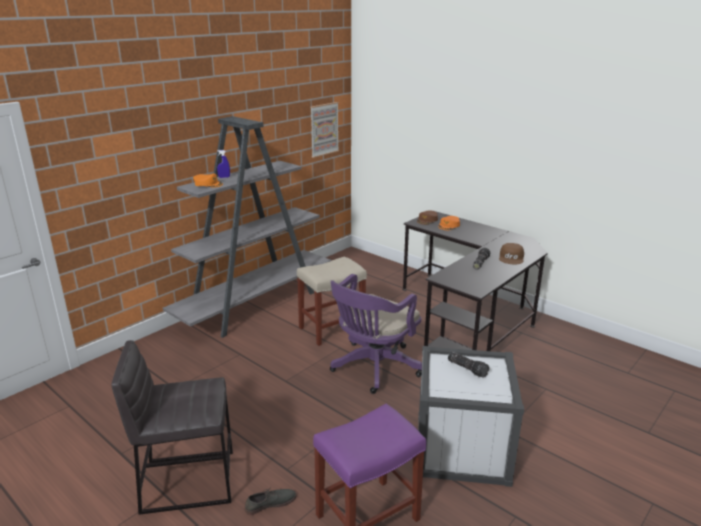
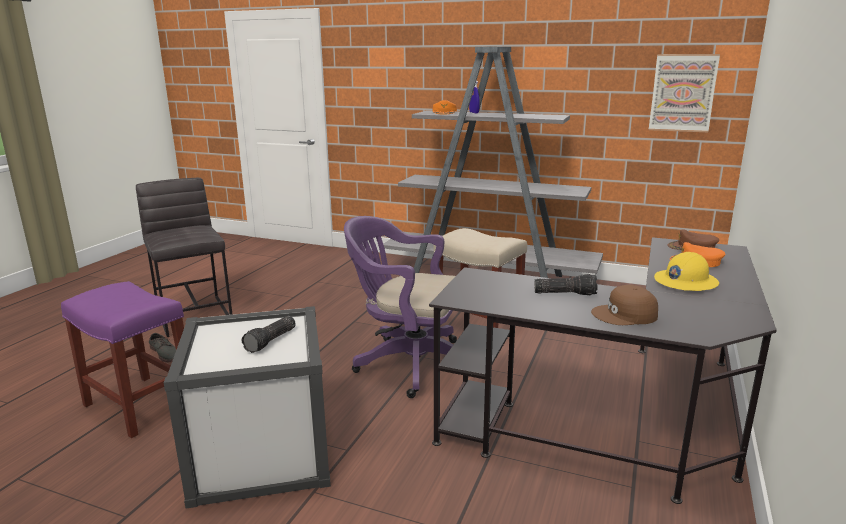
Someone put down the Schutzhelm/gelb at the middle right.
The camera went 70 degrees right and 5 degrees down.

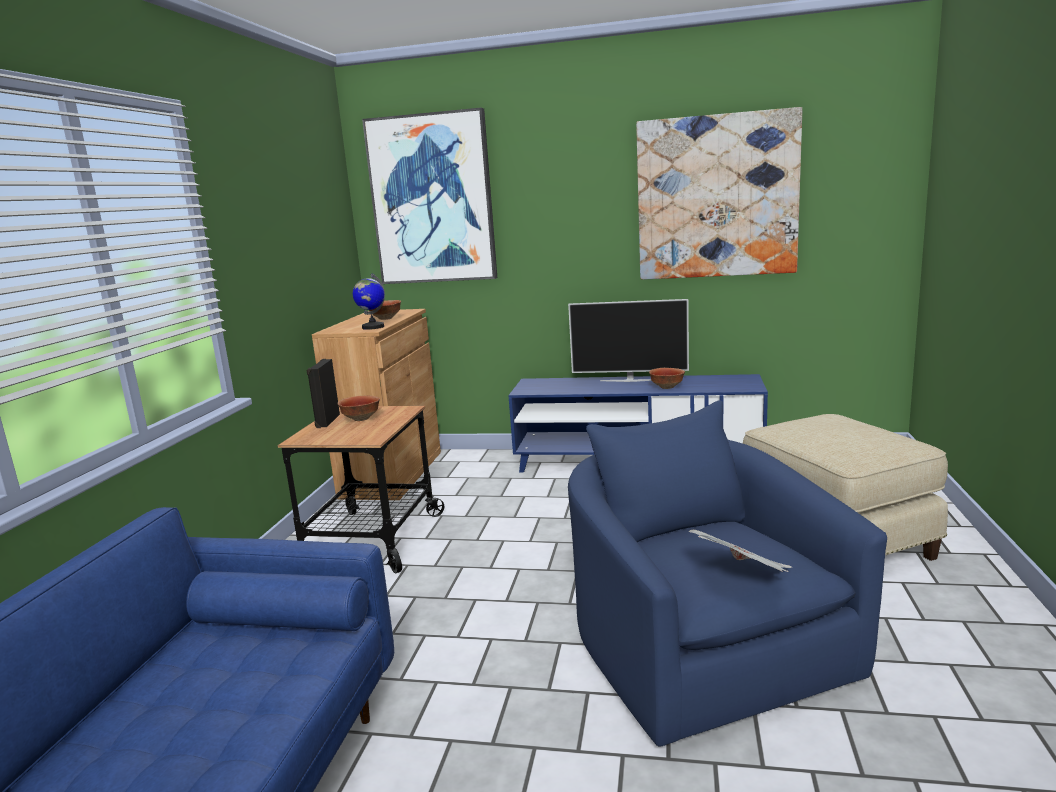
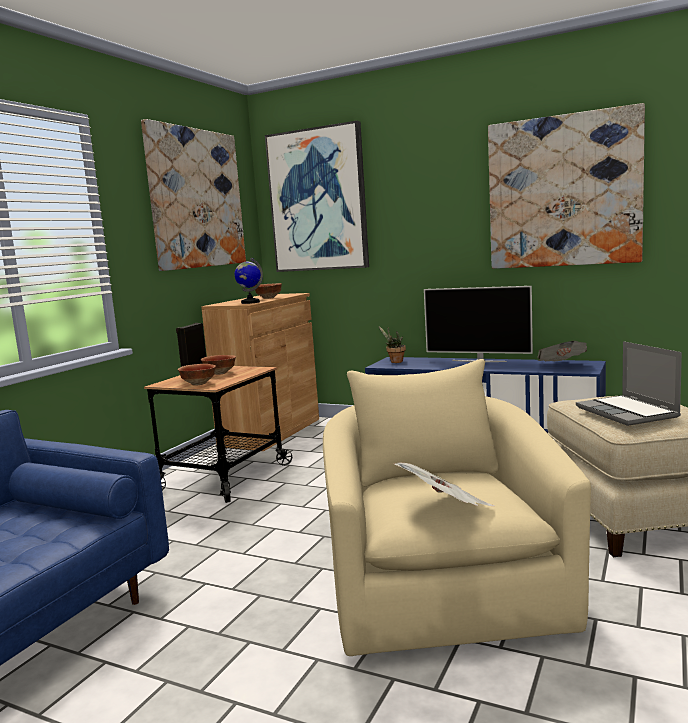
Someone put up the Bild (1st from left) at the top left.
Someone put down the Topfpflanze at the centre.
Someone put down the Zeitung (2nd from left) at the middle right.
Someone put down the Laptop at the middle right.
Someone carried the Schüssel (3rd from left in the first image) from the centre to the middle left.
Someone repainted the Sessel/blau at the bottom right, which became the Sessel/beige at the bottom centre.
The camera went 15 degrees right and 5 degrees down.

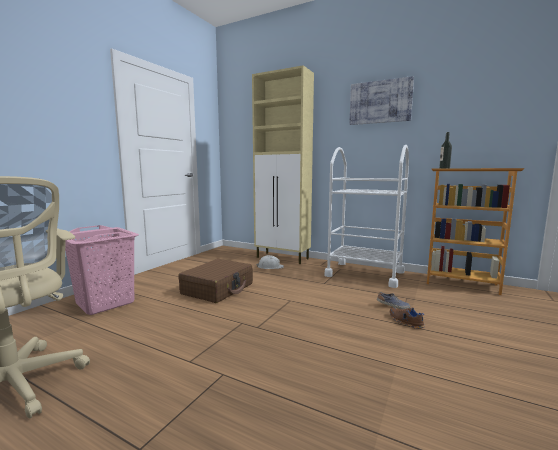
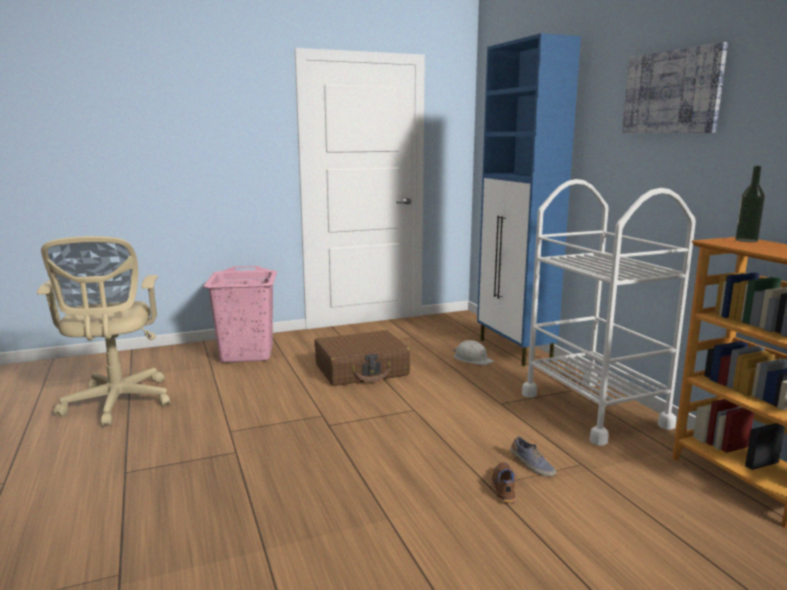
Someone repainted the Schrank/beige at the centre, which became the Schrank/blau at the middle right.
The camera went 40 degrees right and 5 degrees up.

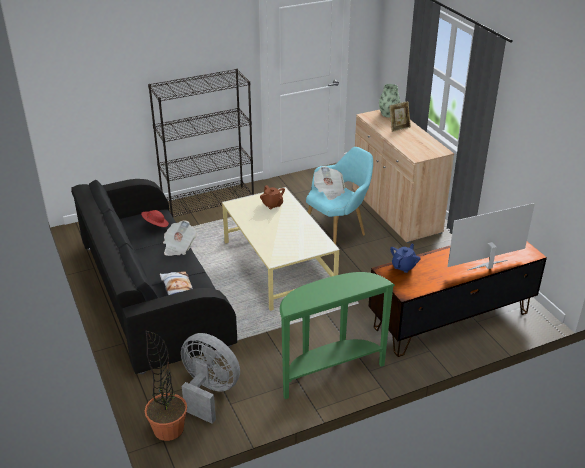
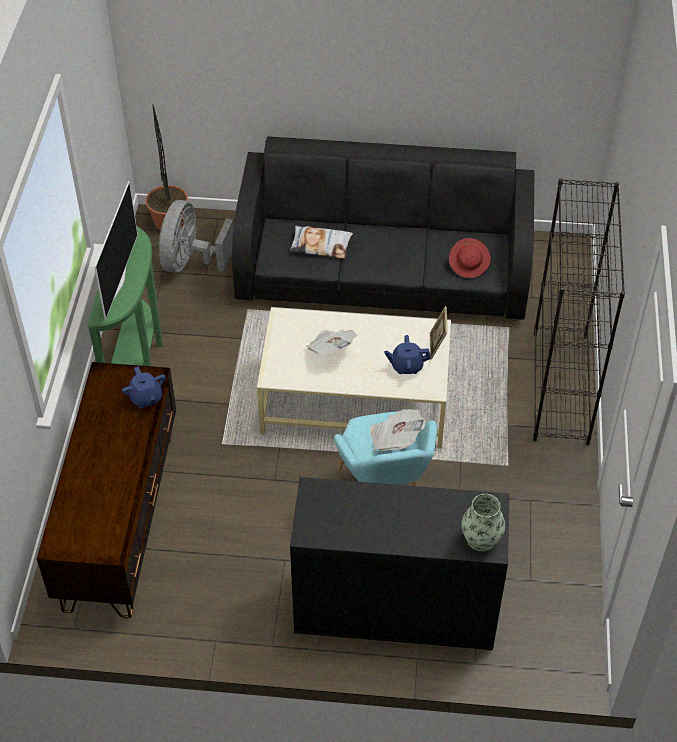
Someone carried the Zeitung (1st from left) from the middle left to the centre.
Someone carried the Bilderrahmen from the top right to the centre.
Someone carried the Fernseher from the middle right to the middle left.
Someone repainted the Teekanne/braun at the centre, which became the Teekanne/blau (2nd from left) at the centre.
Someone repainted the Schrank/beige at the middle right, which became the Schrank/schwarz at the bottom centre.
Someone rotated the Ventilator/grau at the bottom centre by 135 degrees clockwise.
The camera went 120 degrees right and 15 degrees up.

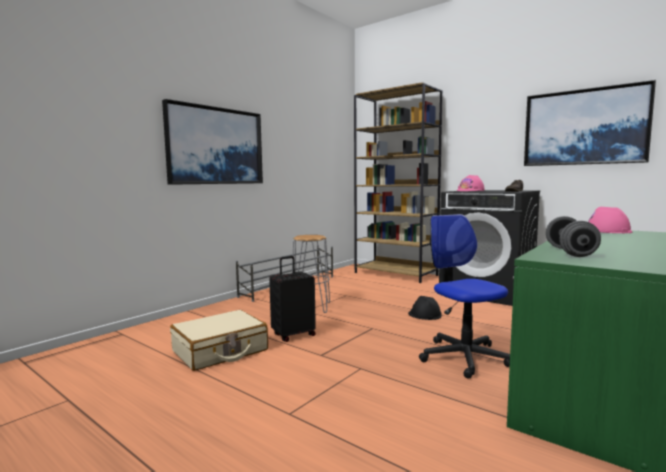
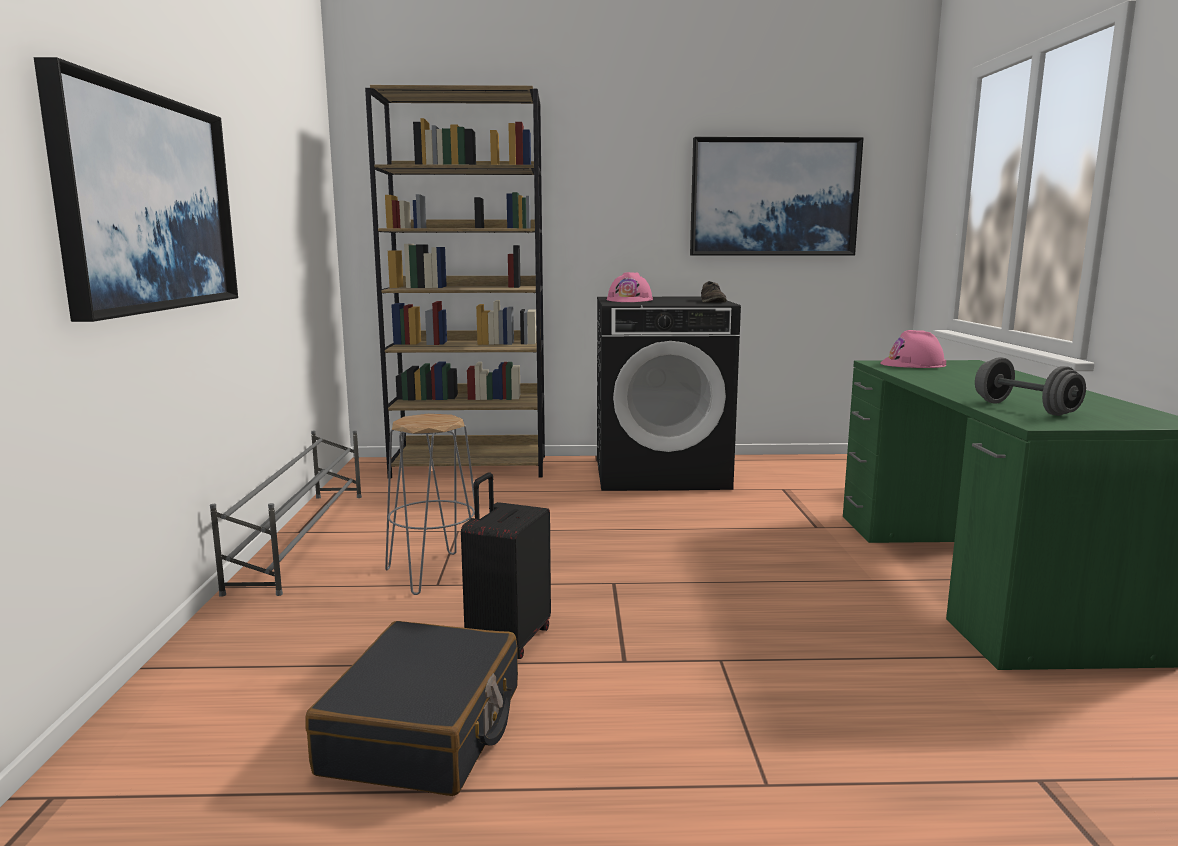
Someone took away the Schutzhelm/schwarz at the centre.
Someone took away the Bürostuhl at the middle right.
Someone repainted the Koffer/beige at the bottom left, which became the Koffer/schwarz (1st from left) at the bottom centre.
The camera went 40 degrees left and 5 degrees up.

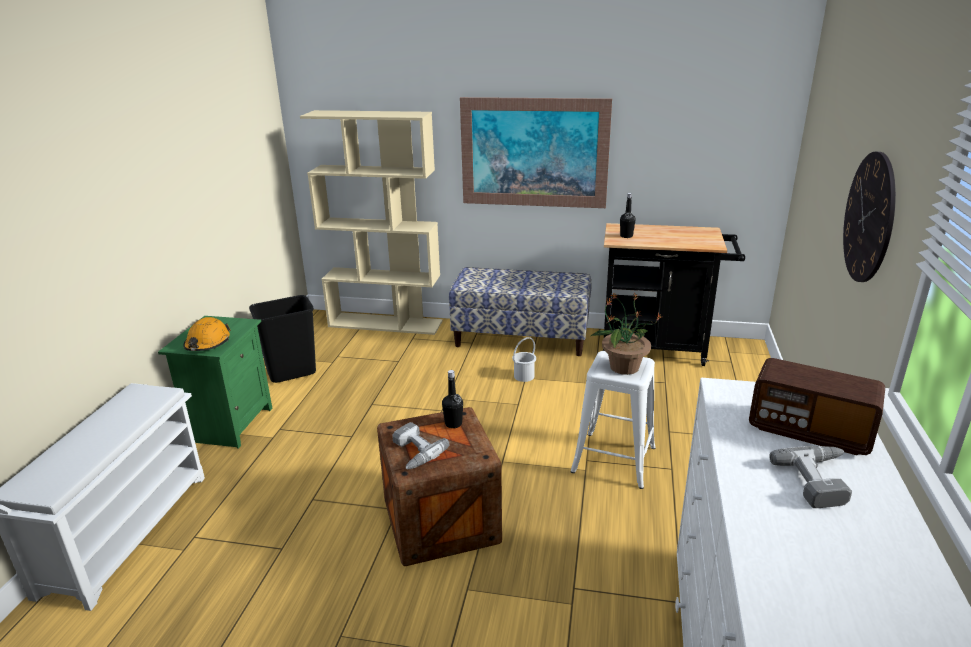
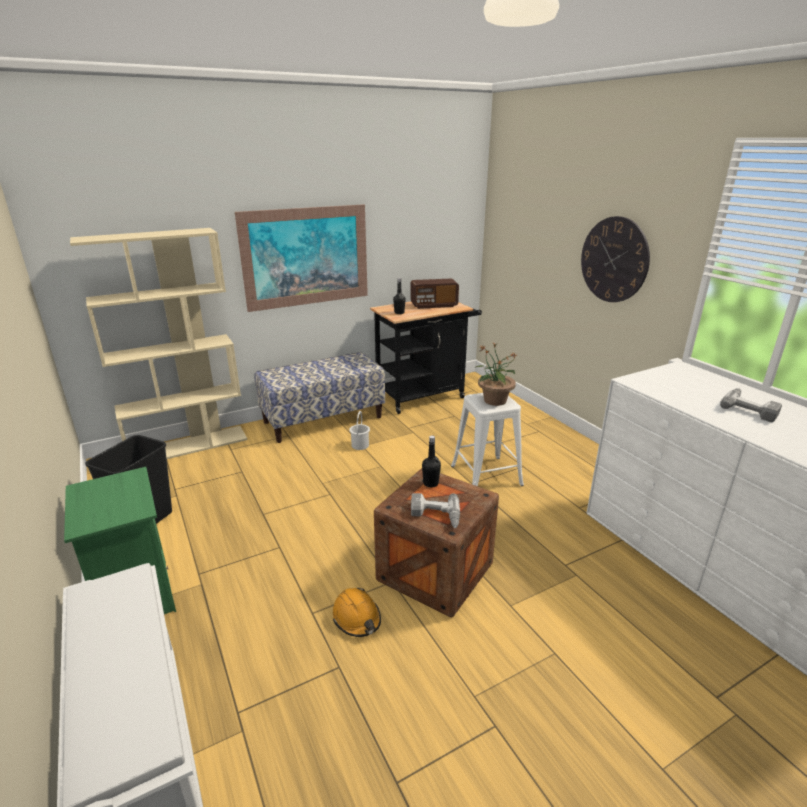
Someone carried the Schutzhelm/orange from the middle left to the bottom centre.
Someone carried the Radio from the middle right to the centre.
The camera went 40 degrees left and 0 degrees up.

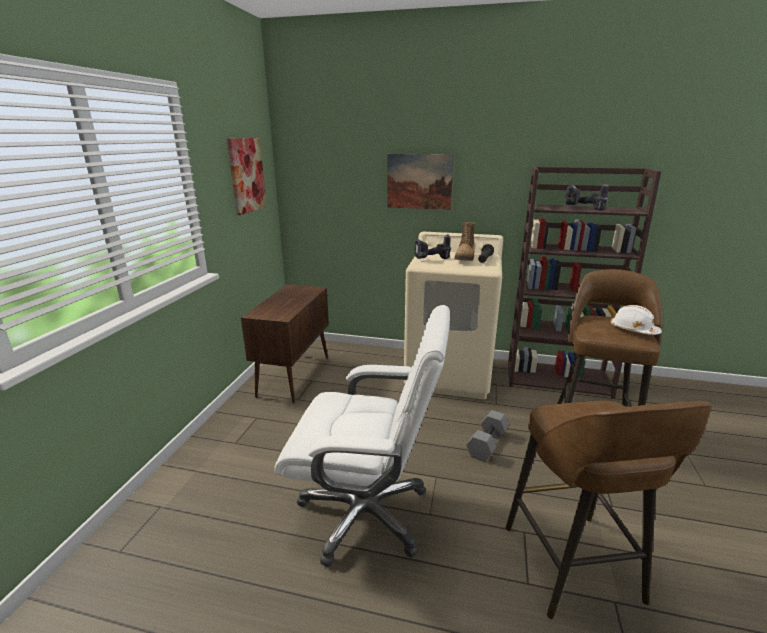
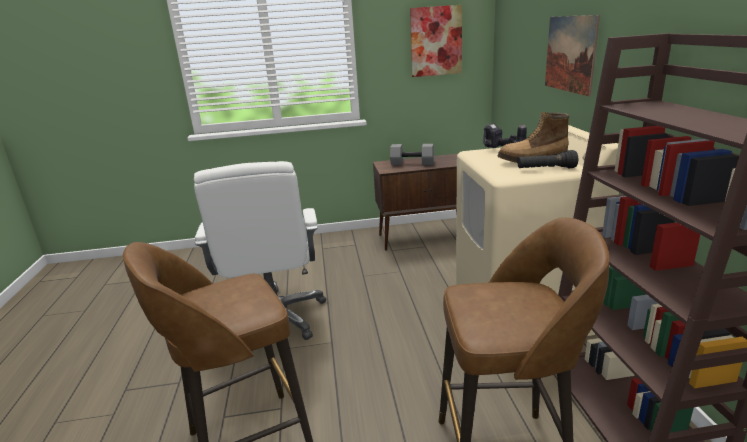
Someone took away the Bohrmaschine (2nd from left) at the top right.
Someone took away the Schutzhelm/weiß at the middle right.
Someone carried the Hantel/grau from the bottom centre to the centre.
The camera went 70 degrees right and 0 degrees up.

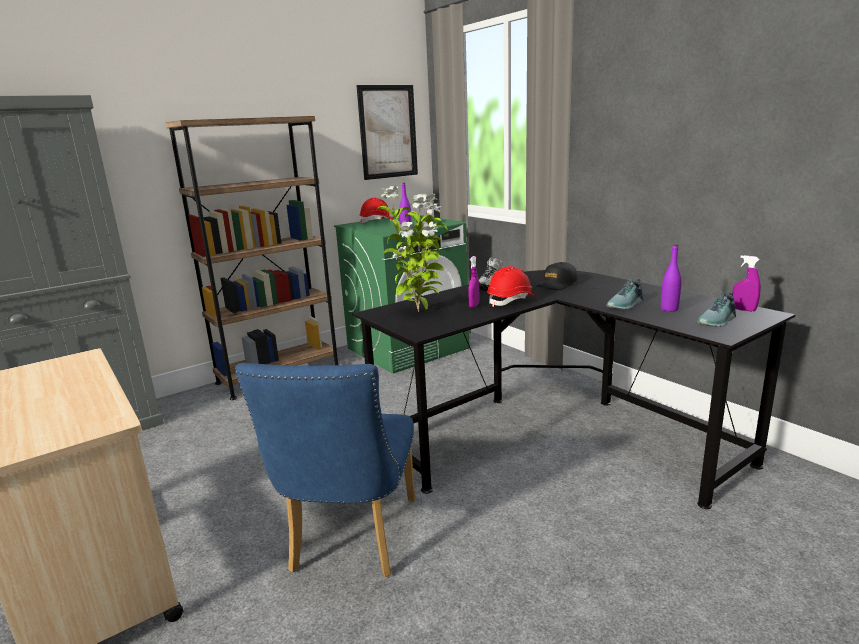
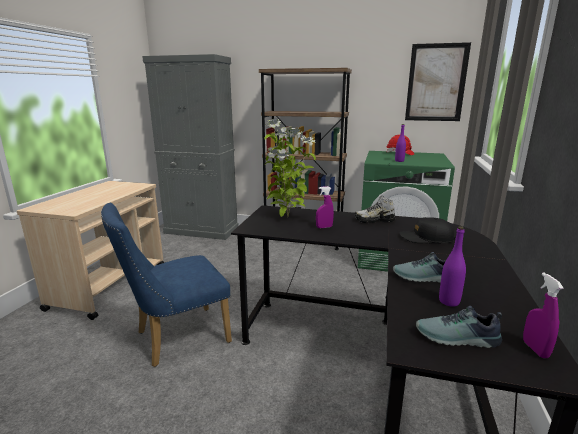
Someone took away the Schutzhelm/rot (2nd from left) at the centre.
The camera went 50 degrees right and 0 degrees up.

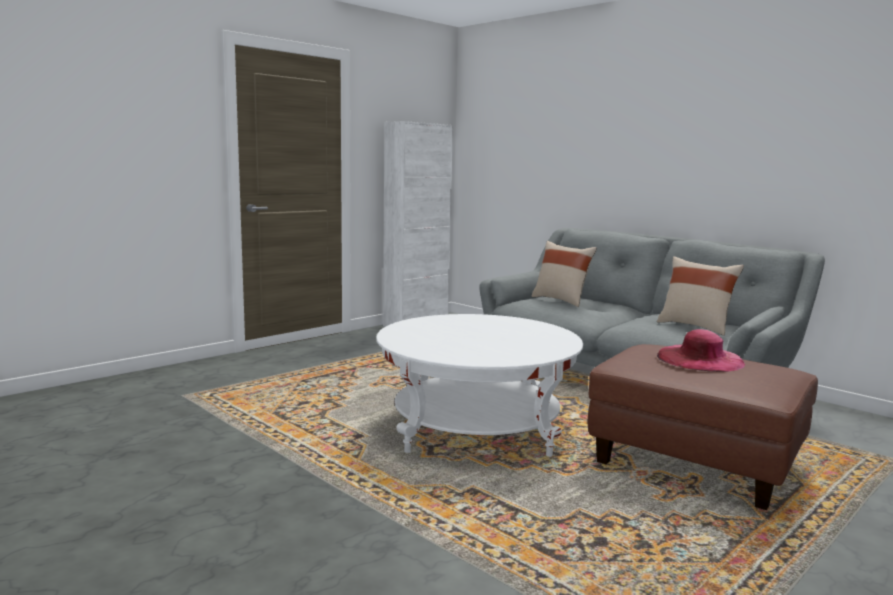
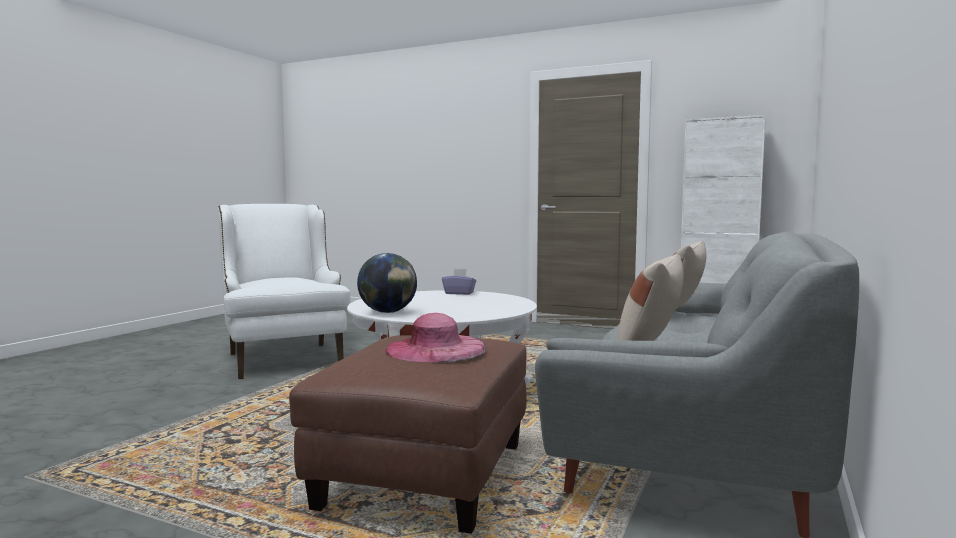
Someone put down the Sessel/weiß at the middle left.
Someone put down the Globus at the centre.
Someone put down the Taschentuchbox/lila at the centre.
The camera went 70 degrees right and 5 degrees down.

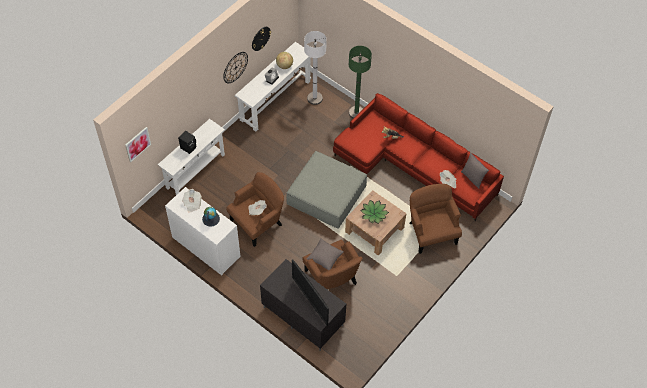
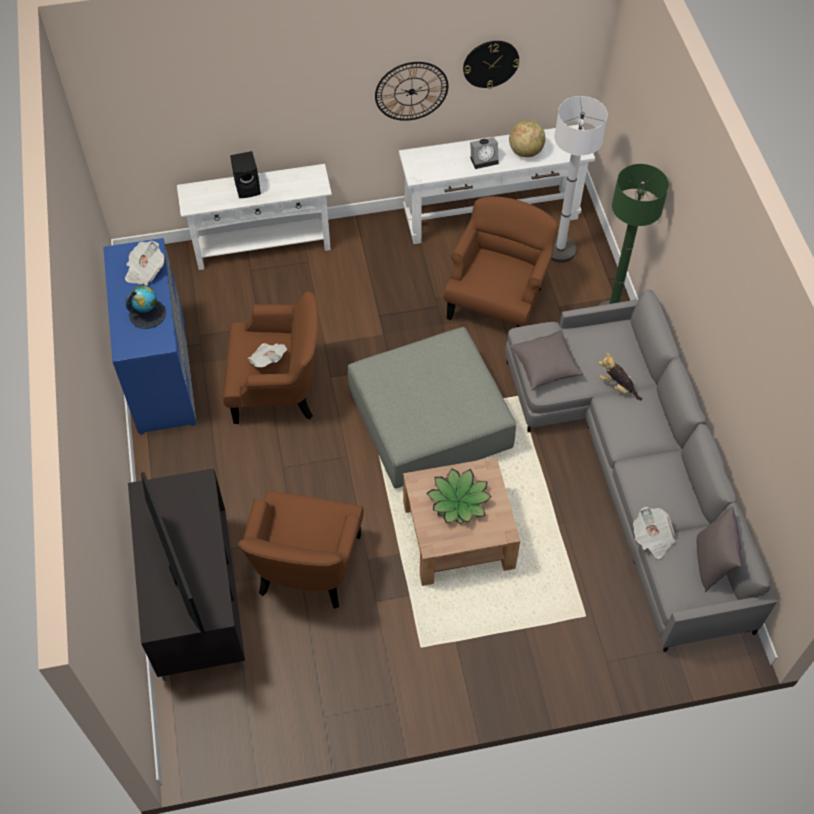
Someone took away the Bild at the middle left.
Someone carried the Kissen/grau (1st from left) from the centre to the middle right.
Someone carried the Sessel/braun (3rd from left) from the middle right to the top centre.
Someone repainted the Kommode/weiß at the middle left, which became the Kommode/blau at the middle left.
Someone repainted the Sofa/rot at the centre, which became the Sofa/grau at the middle right.
Someone rotated the Fernseher at the bottom centre by 150 degrees clockwise.
The camera went 40 degrees right and 0 degrees up.

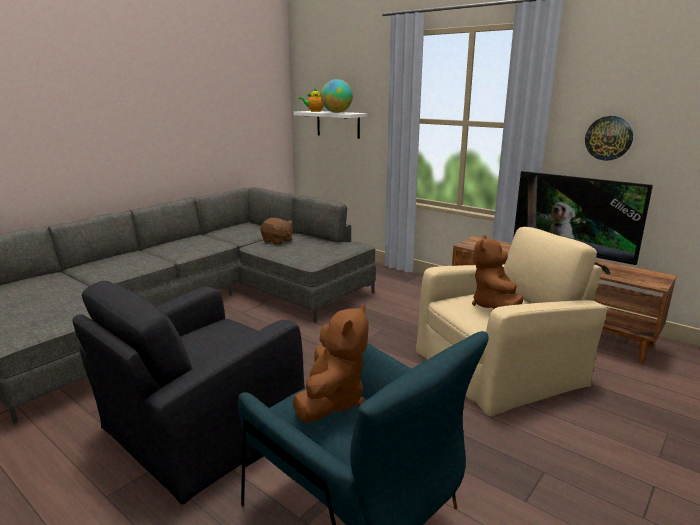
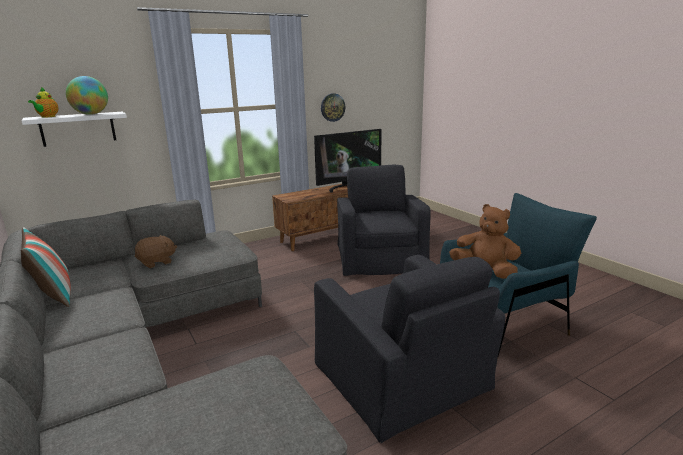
Someone took away the Plüschtier/braun (3rd from left) at the middle right.
Someone put down the Kissen at the middle left.
Someone repainted the Sessel/beige at the middle right, which became the Sessel/schwarz (1st from left) at the centre.
The camera went 70 degrees left and 0 degrees up.

